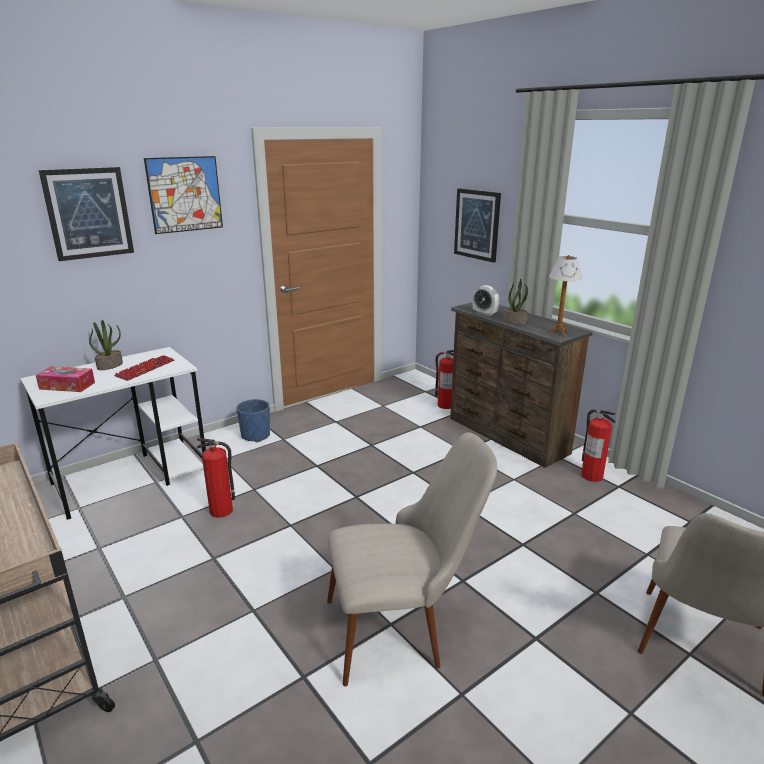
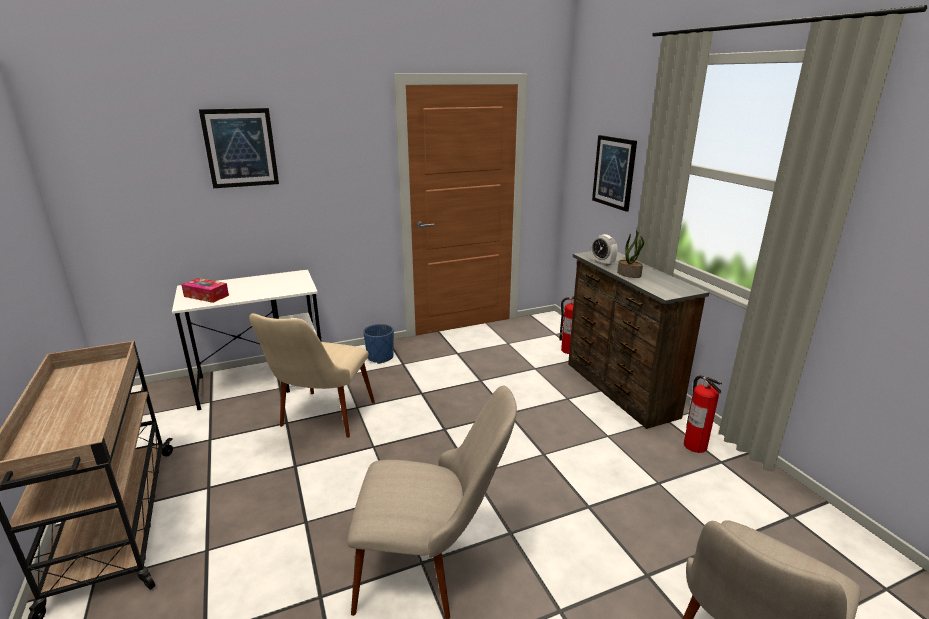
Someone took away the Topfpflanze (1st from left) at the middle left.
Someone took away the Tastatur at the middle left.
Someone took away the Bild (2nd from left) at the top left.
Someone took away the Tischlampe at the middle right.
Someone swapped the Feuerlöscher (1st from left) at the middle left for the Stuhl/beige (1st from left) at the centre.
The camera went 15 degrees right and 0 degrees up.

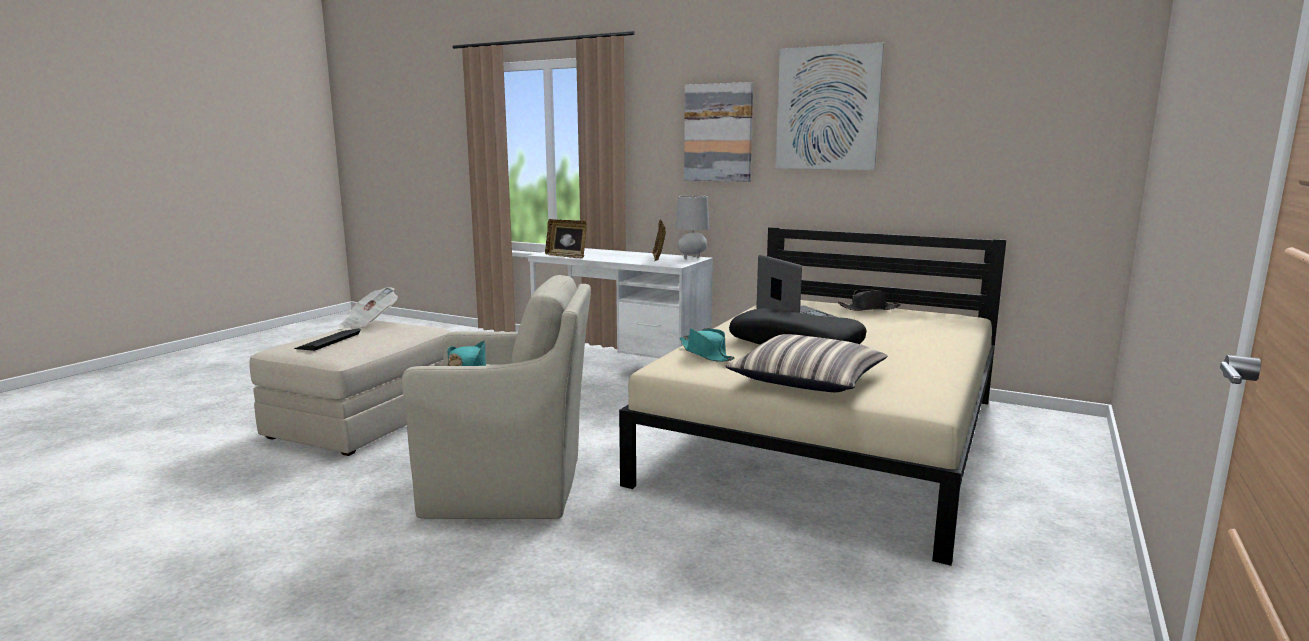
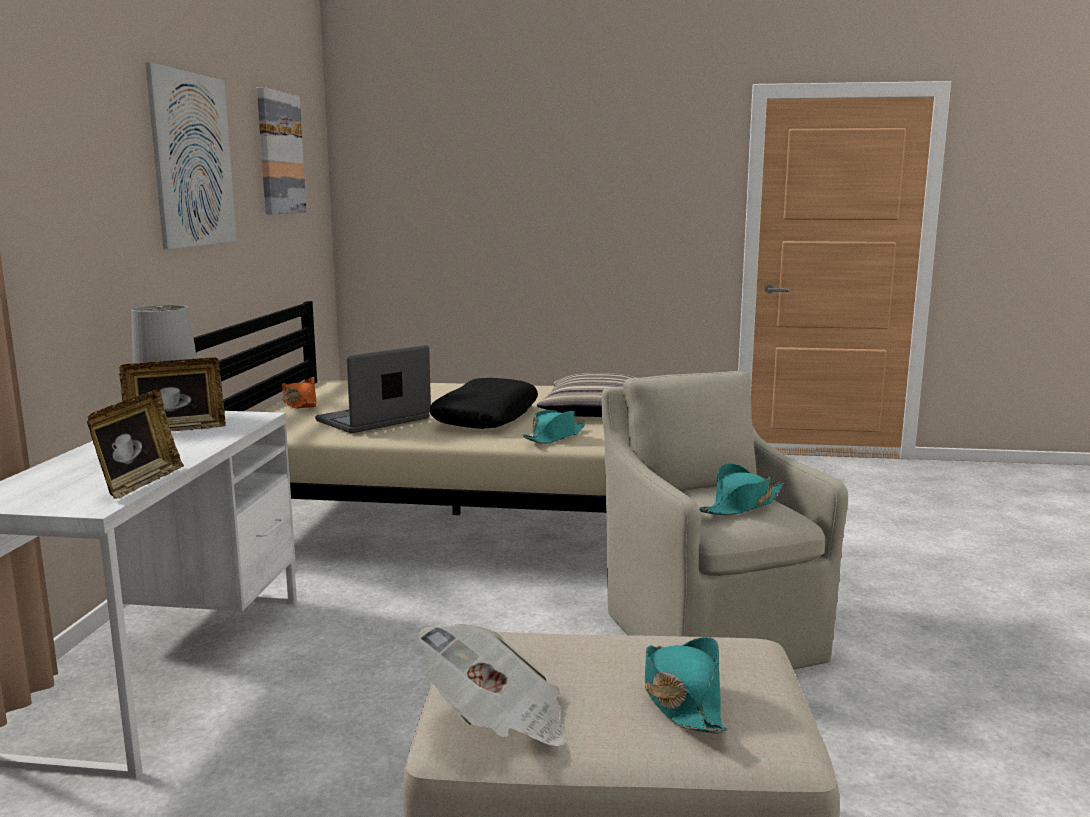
Someone carried the Bild (1st from left in the first image) from the top centre to the top left.
Someone swapped the Tastatur at the middle left for the Hut/türkis (2nd from left) at the bottom centre.
Someone repainted the Hut/schwarz at the centre, which became the Hut/orange at the middle left.
The camera went 110 degrees left and 0 degrees up.

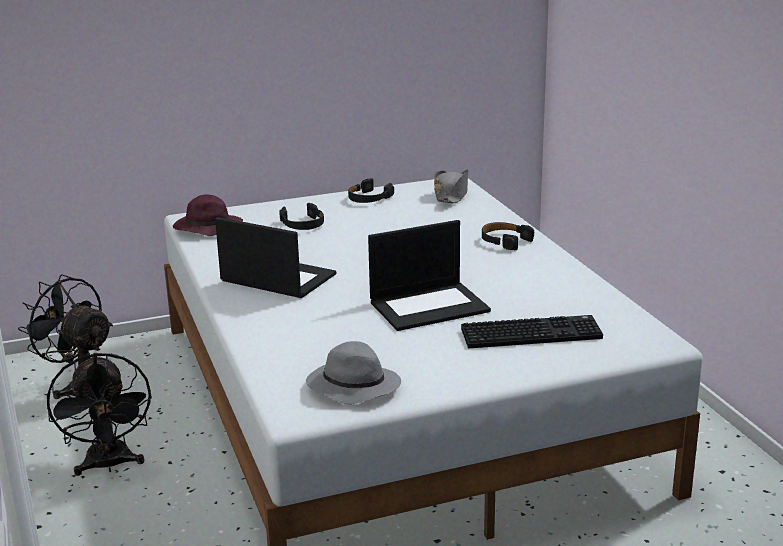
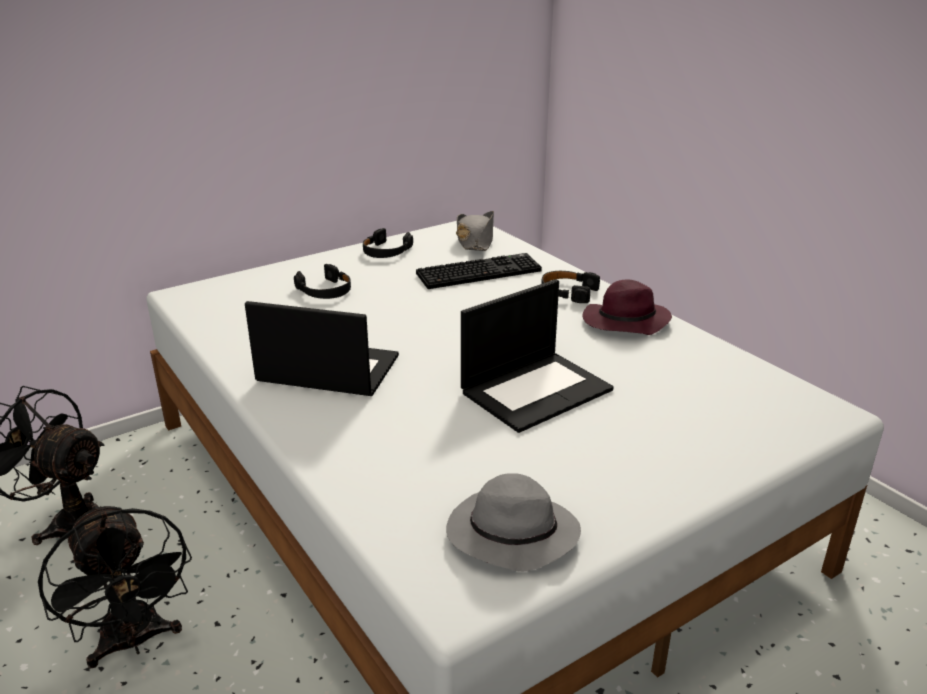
Someone carried the Hut/lila from the middle left to the middle right.
Someone carried the Tastatur from the middle right to the centre.
The camera went 15 degrees left and 5 degrees up.

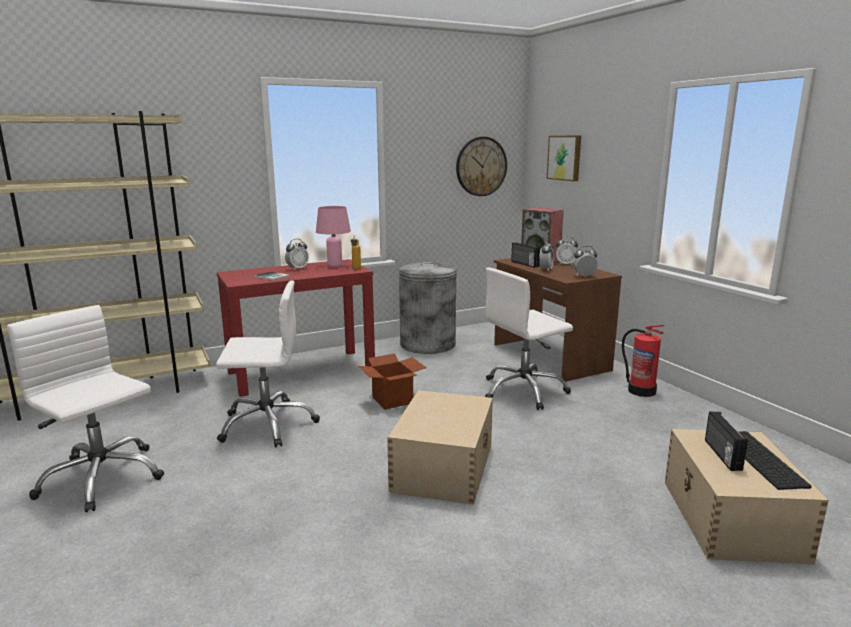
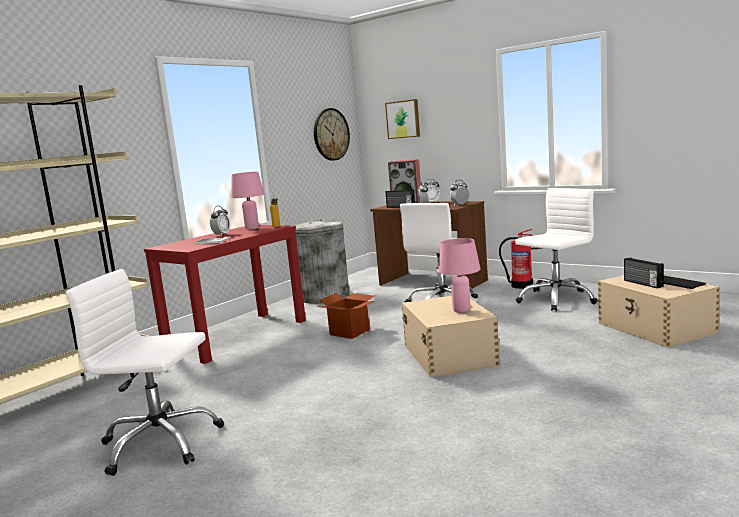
Someone put down the Tischlampe/rosa (2nd from left) at the centre.
Someone carried the Bürostuhl/weiß (2nd from left in the first image) from the middle left to the middle right.
The camera went 25 degrees left and 5 degrees down.

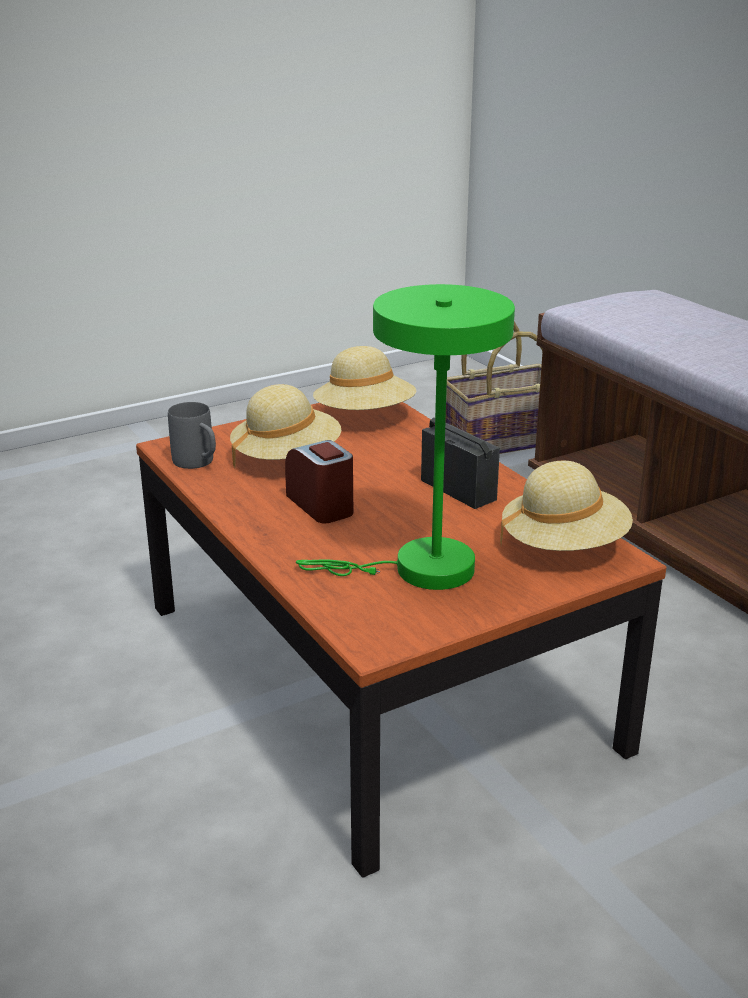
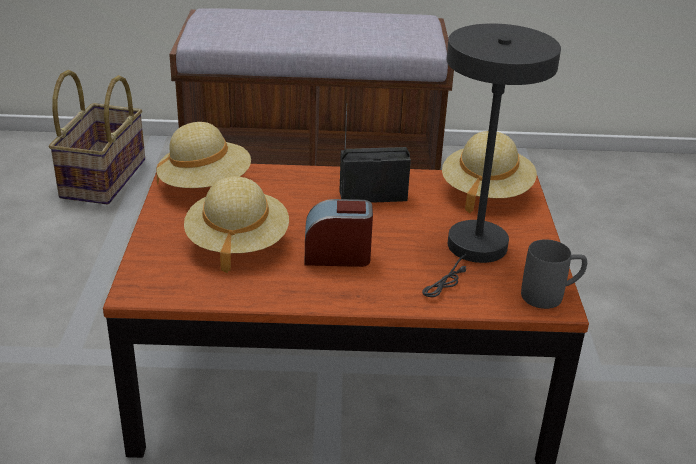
Someone carried the Henkelbecher/grau from the middle left to the middle right.
Someone repainted the Tischlampe/grün at the centre, which became the Tischlampe/grau at the middle right.
The camera went 60 degrees left and 5 degrees up.

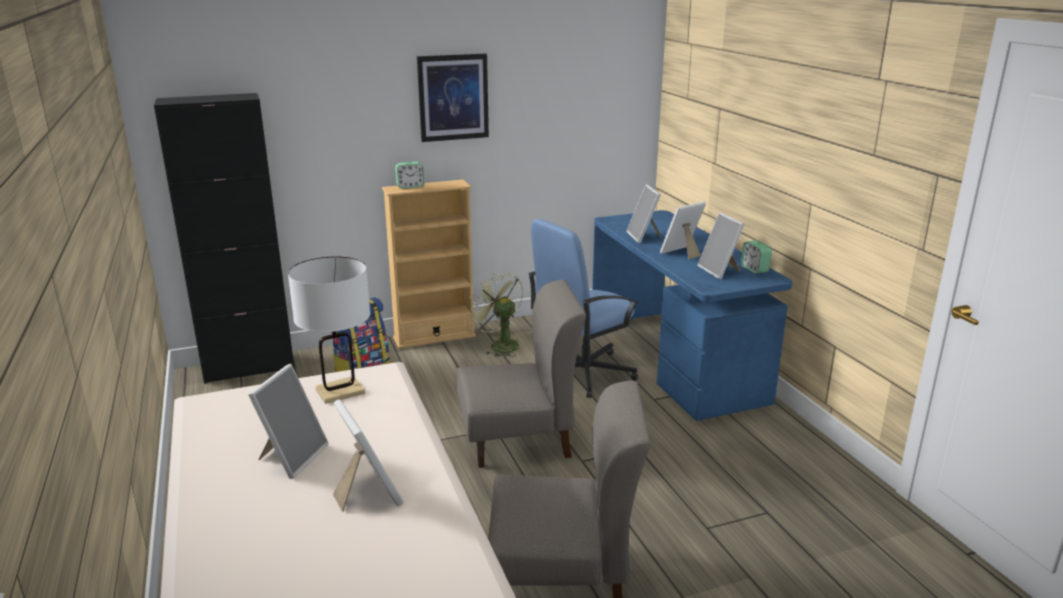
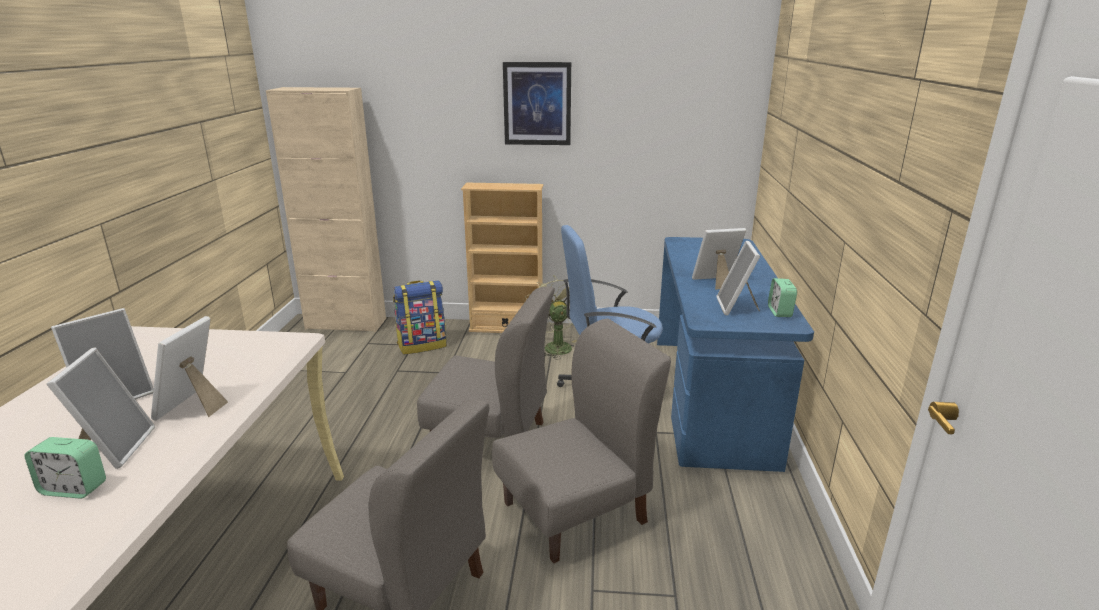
Someone took away the Tischlampe/weiß at the middle left.
Someone put down the Stuhl/grau (3rd from left) at the bottom centre.
Someone carried the Wecker (1st from left) from the top centre to the bottom left.
Someone carried the Bilderrahmen (3rd from left) from the centre to the middle left.
Someone repainted the Schrank/schwarz at the middle left, which became the Schrank/beige at the middle left.
The camera went 25 degrees right and 0 degrees up.

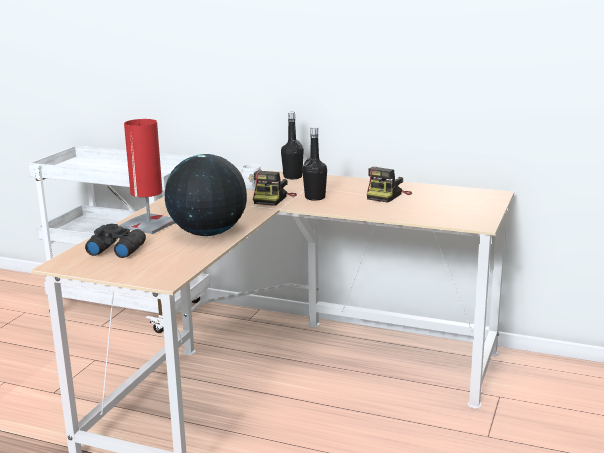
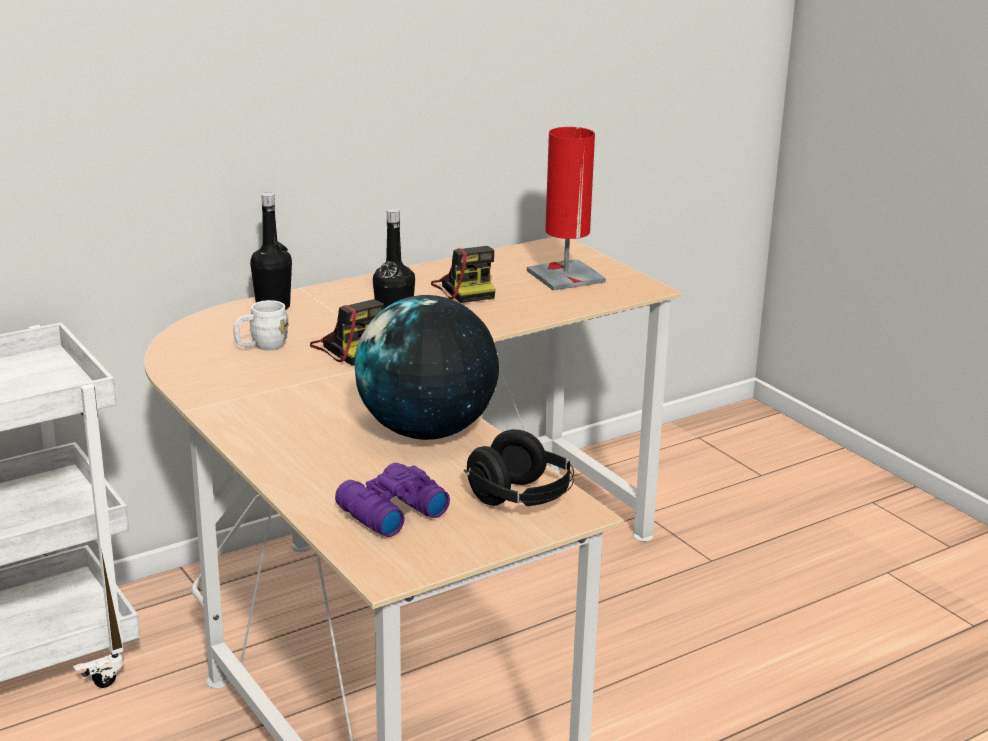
Someone put down the Kopfhörer/schwarz at the centre.
Someone carried the Tischlampe/rot from the middle left to the top centre.
Someone repainted the Fernglas/schwarz at the middle left, which became the Fernglas/lila at the bottom centre.
The camera went 55 degrees left and 5 degrees up.

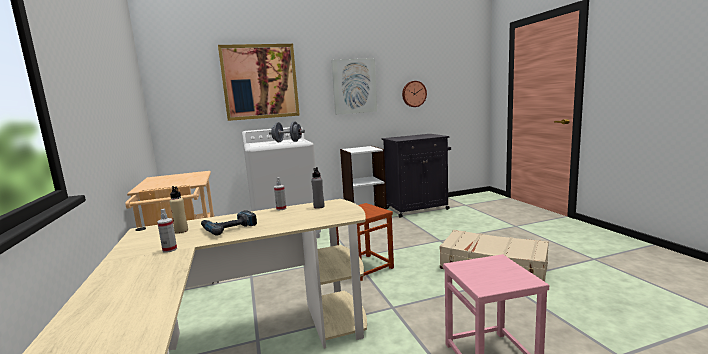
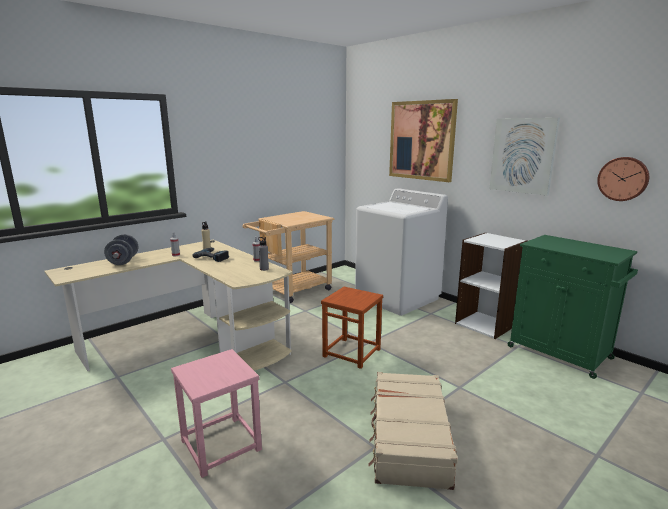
Someone carried the Hantel/grau from the centre to the middle left.
Someone repainted the Schrank/schwarz at the centre, which became the Schrank/grün at the middle right.
The camera went 65 degrees right and 5 degrees up.

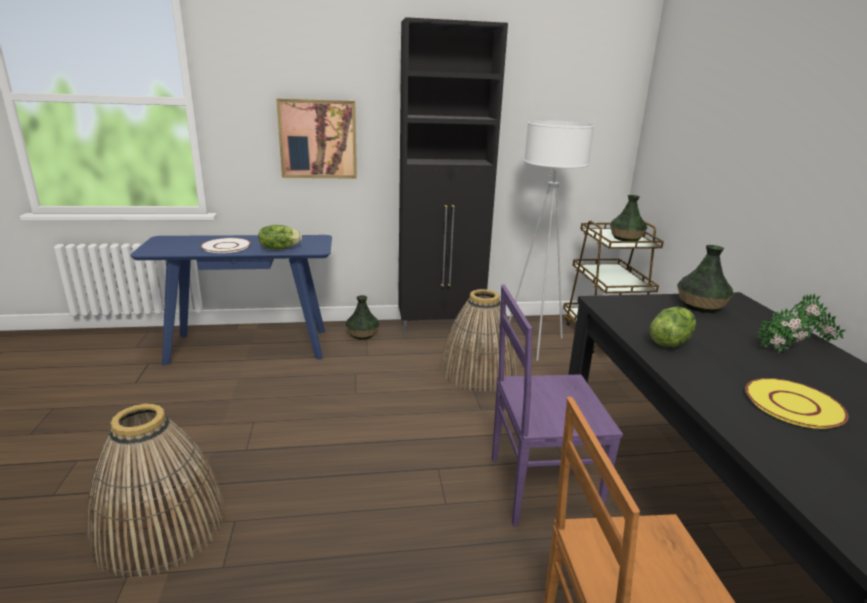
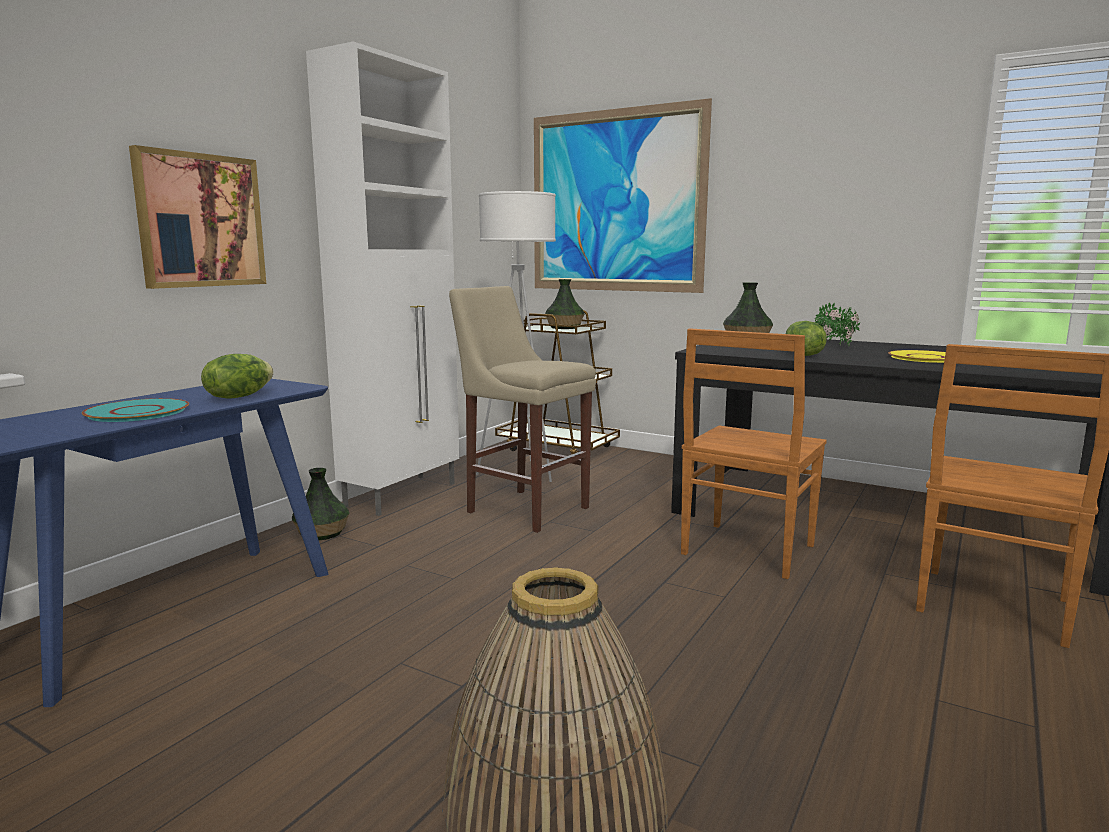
Someone put up the Bild (2nd from left) at the top centre.
Someone swapped the Korb (2nd from left) at the centre for the Hocker/beige at the centre.
Someone repainted the Teller/weiß at the middle left, which became the Teller/türkis at the middle left.
Someone repainted the Schrank/schwarz at the top centre, which became the Schrank/weiß at the centre.
Someone repainted the Stuhl/lila at the bottom centre, which became the Stuhl/braun (1st from left) at the middle right.
The camera went 50 degrees left and 10 degrees down.

